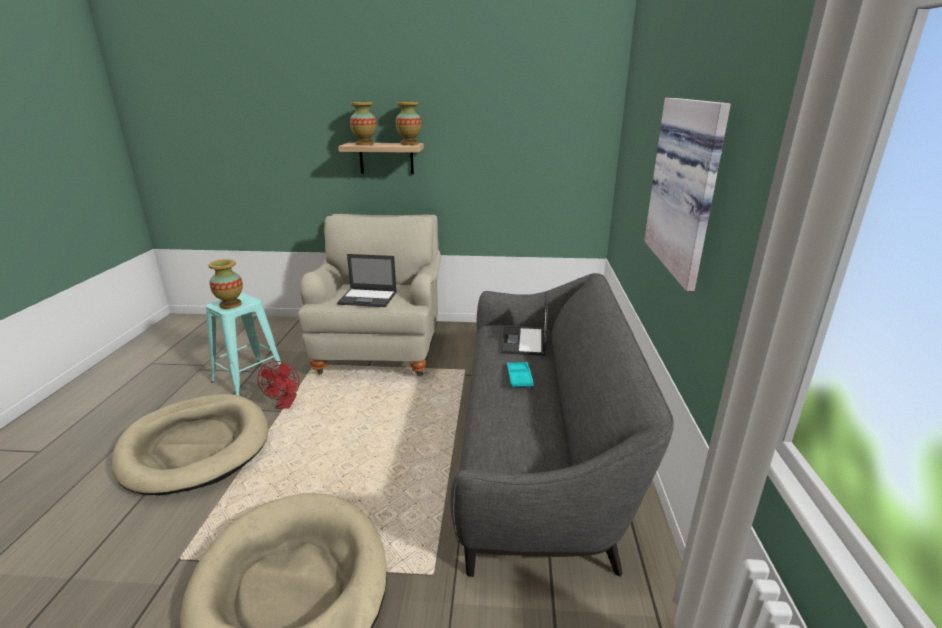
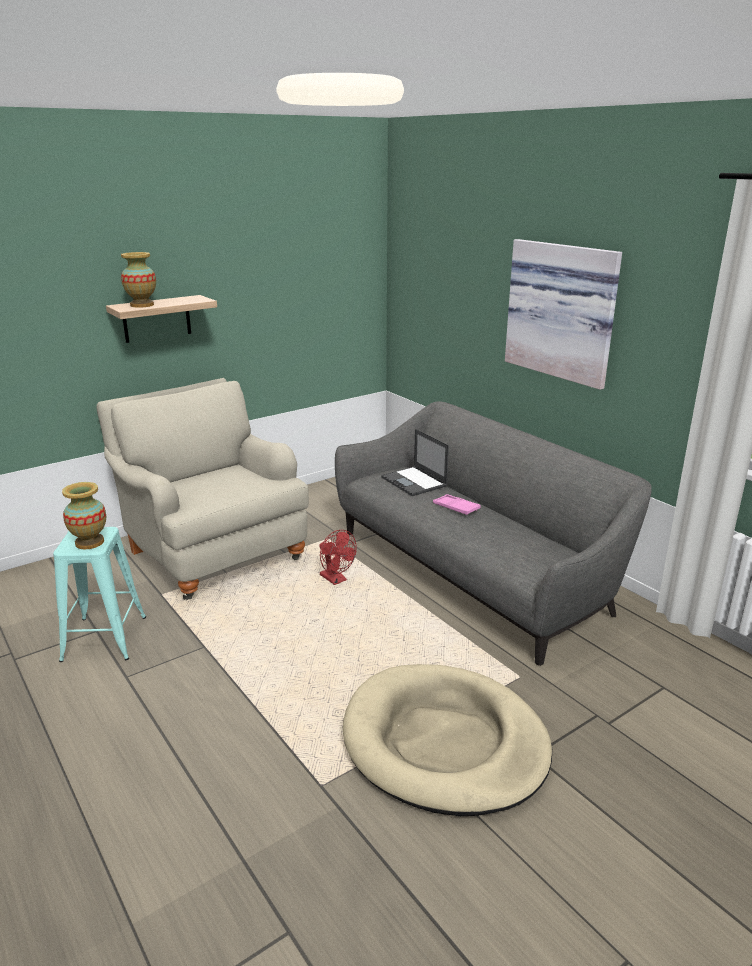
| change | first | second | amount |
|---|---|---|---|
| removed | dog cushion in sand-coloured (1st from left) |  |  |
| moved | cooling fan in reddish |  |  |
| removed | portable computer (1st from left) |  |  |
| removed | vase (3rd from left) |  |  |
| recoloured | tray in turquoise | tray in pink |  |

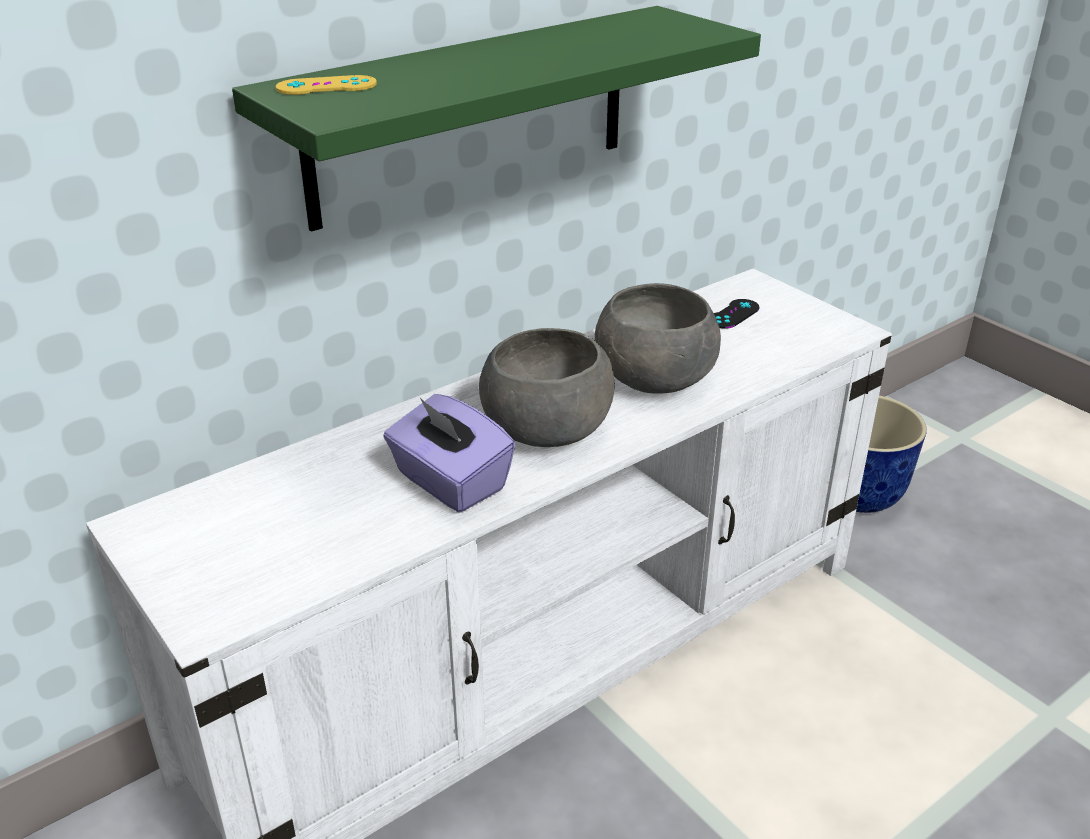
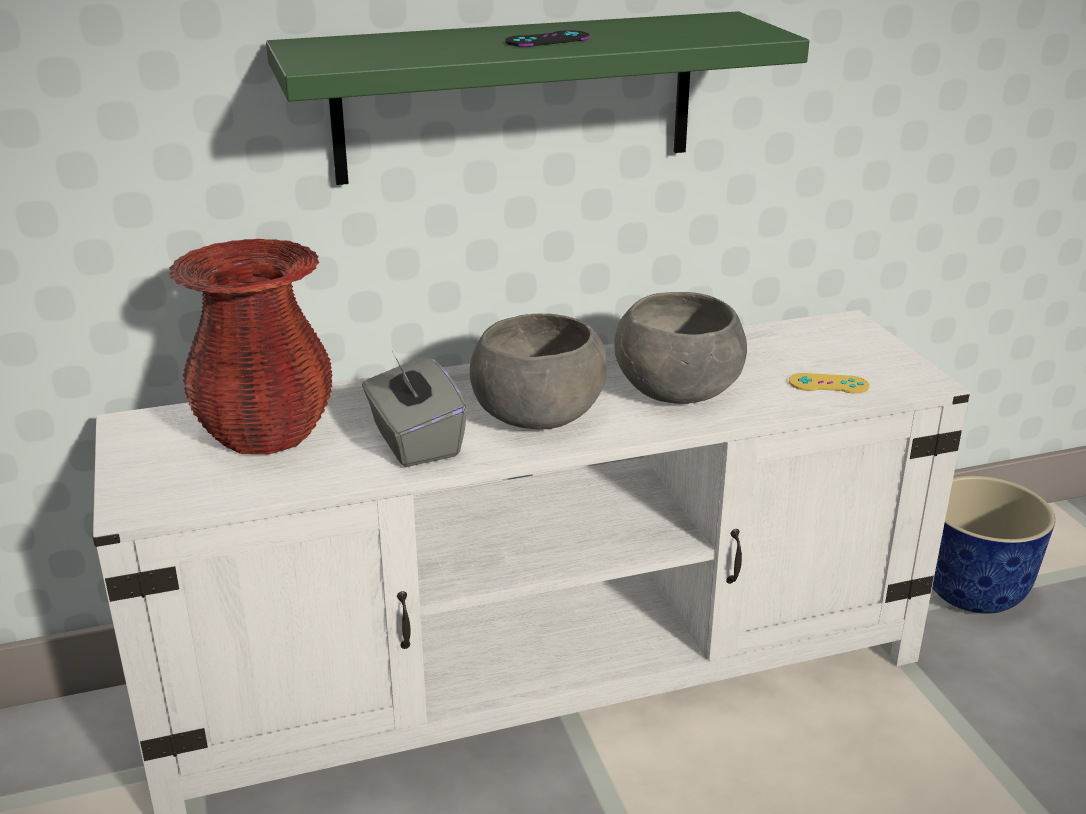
| change | first | second | amount |
|---|---|---|---|
| moved | gamepad in yellow-coloured |  |  |
| recoloured | box of tissues in purple-coloured | box of tissues in grey |  |
| moved | gamepad in blackish |  |  |
| added |  | vase in reddish |  |

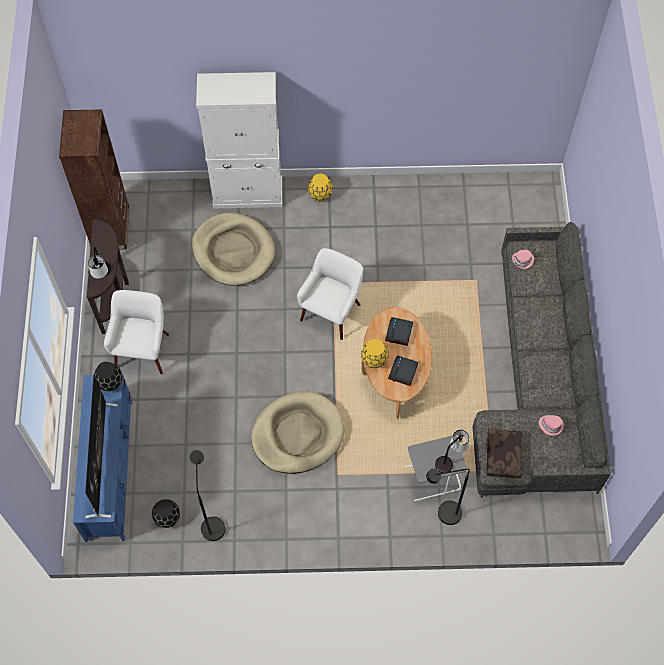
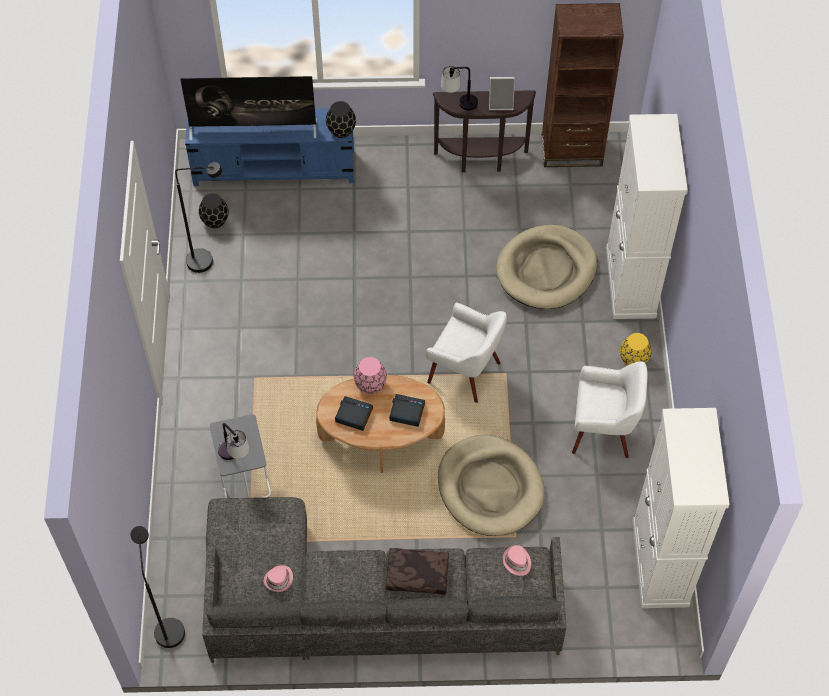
| change | first | second | amount |
|---|---|---|---|
| moved | easy chair in white-coloured (1st from left in the first image) | easy chair in white-coloured (2nd from left) |  |
| moved | dog cushion in sand-coloured (2nd from left in the first image) | dog cushion in sand-coloured (1st from left) |  |
| recoloured | vase in yellow-coloured (2nd from left) | vase in pink |  |
| moved | standing lamp in blackish (2nd from left in the first image) | standing lamp in blackish (1st from left) |  |
| moved | throw pillow in brown |  |  |
| added |  | photo frame |  |
| added |  | storage cabinet in white-coloured (2nd from left) |  |

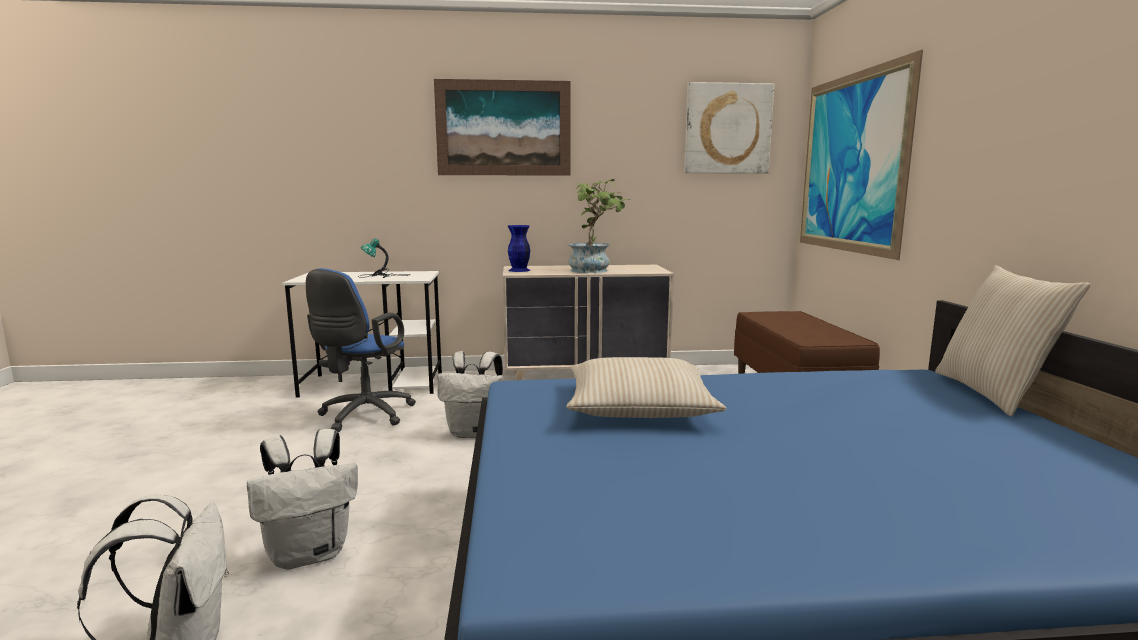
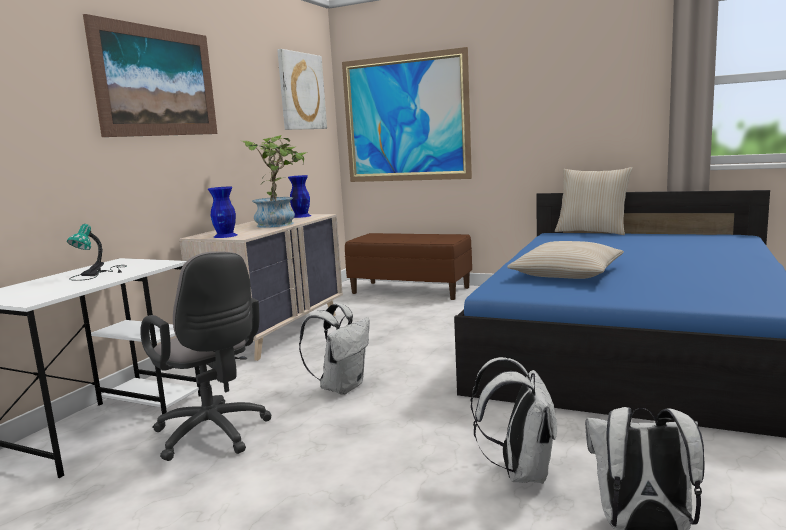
| change | first | second | amount |
|---|---|---|---|
| recoloured | office chair in blue | office chair in grey |  |
| added |  | vase in blue (2nd from left) |  |

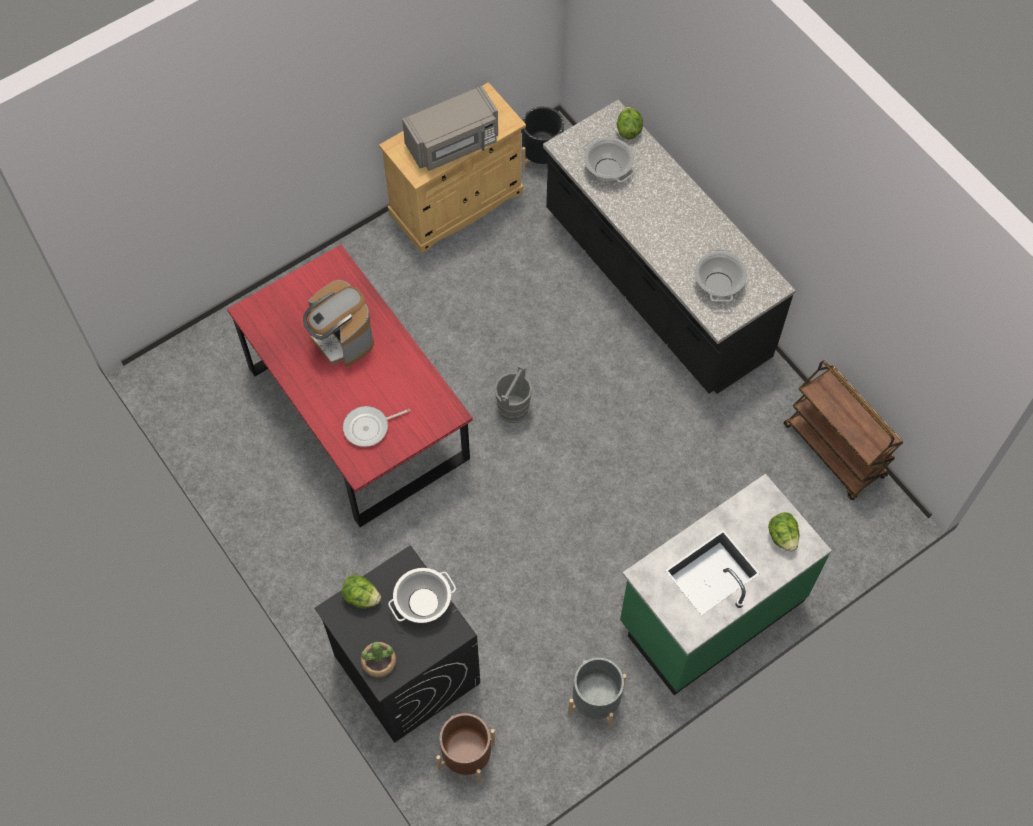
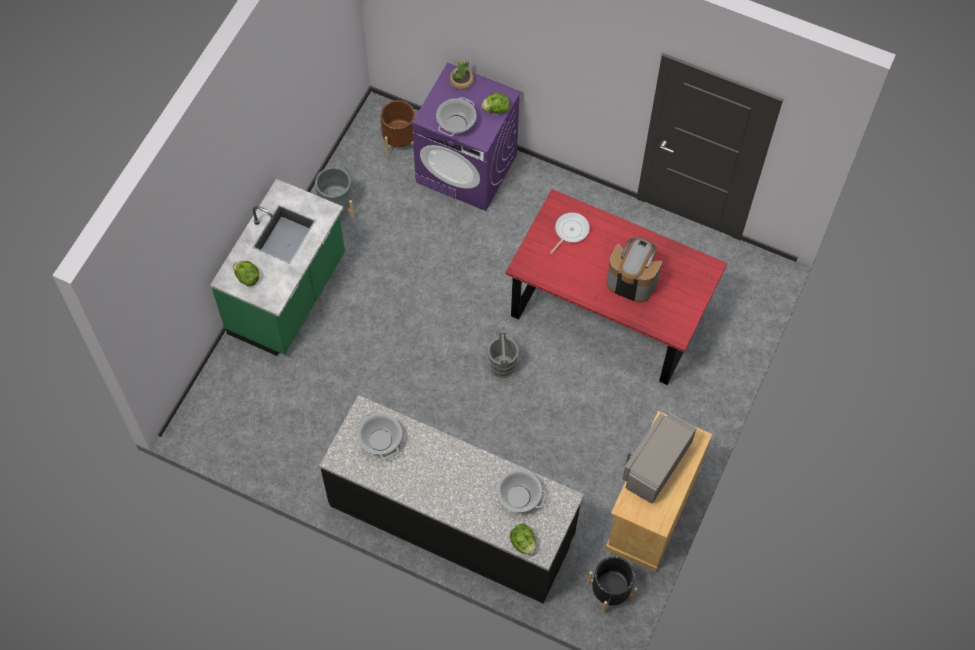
| change | first | second | amount |
|---|---|---|---|
| recoloured | laundry machine in blackish | laundry machine in purple-coloured |  |
| removed | trolley in brown |  |  |

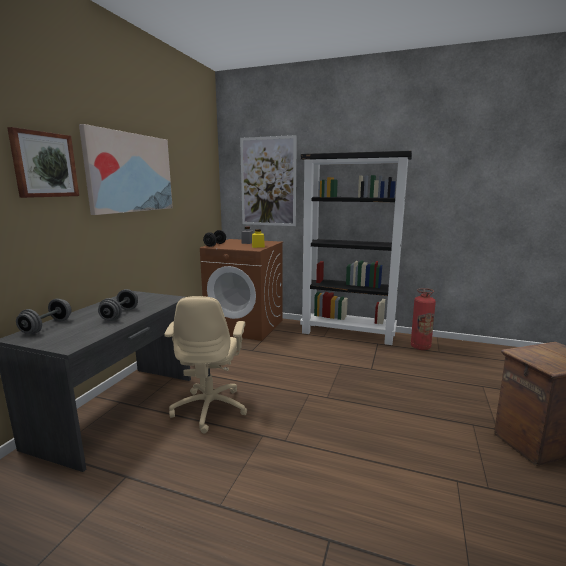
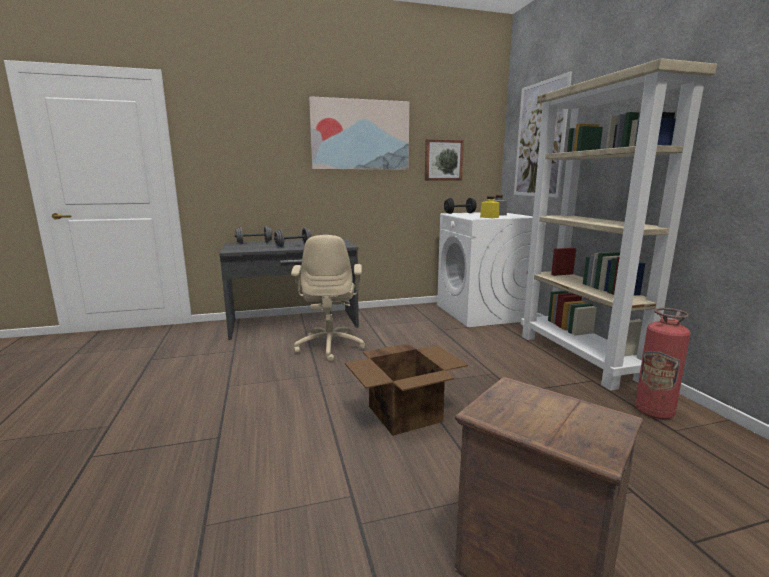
| change | first | second | amount |
|---|---|---|---|
| moved | wall picture (1st from left in the first image) | wall picture (2nd from left) |  |
| turned | office chair in sand-coloured |  | 60 degrees counterclockwise |
| recoloured | laundry machine in brown | laundry machine in white-coloured |  |
| recoloured | shelving unit in blackish | shelving unit in sand-coloured |  |
| added |  | cardboard box |  |

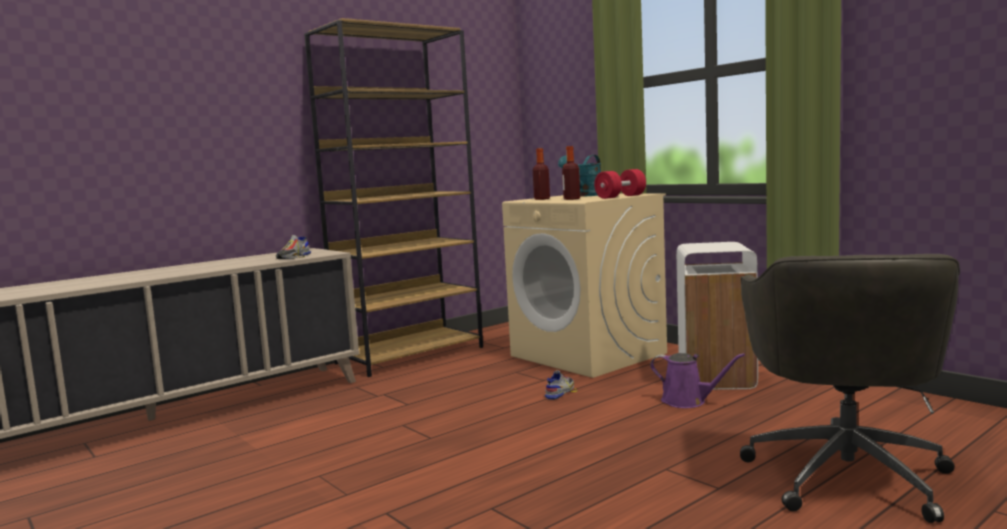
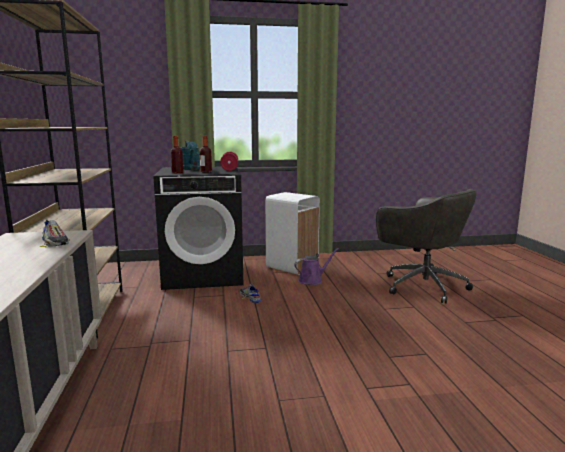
| change | first | second | amount |
|---|---|---|---|
| recoloured | laundry machine in sand-coloured | laundry machine in blackish |  |

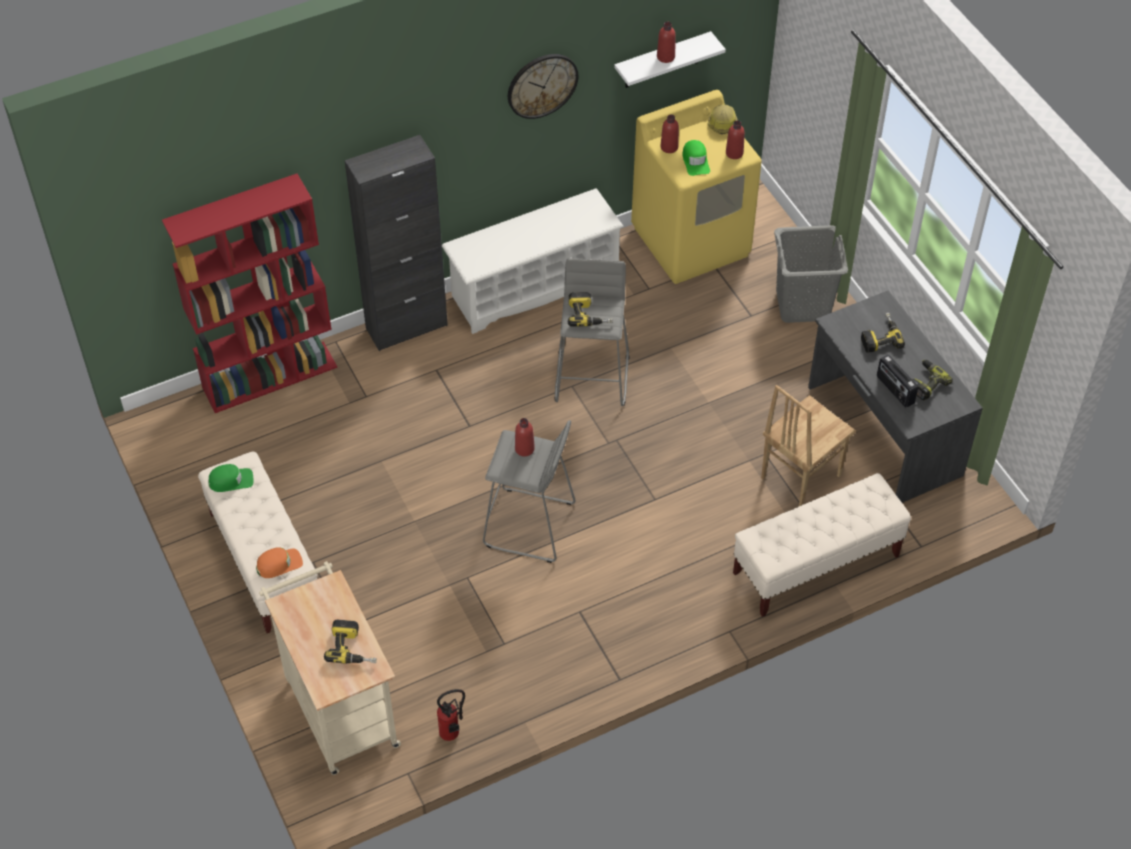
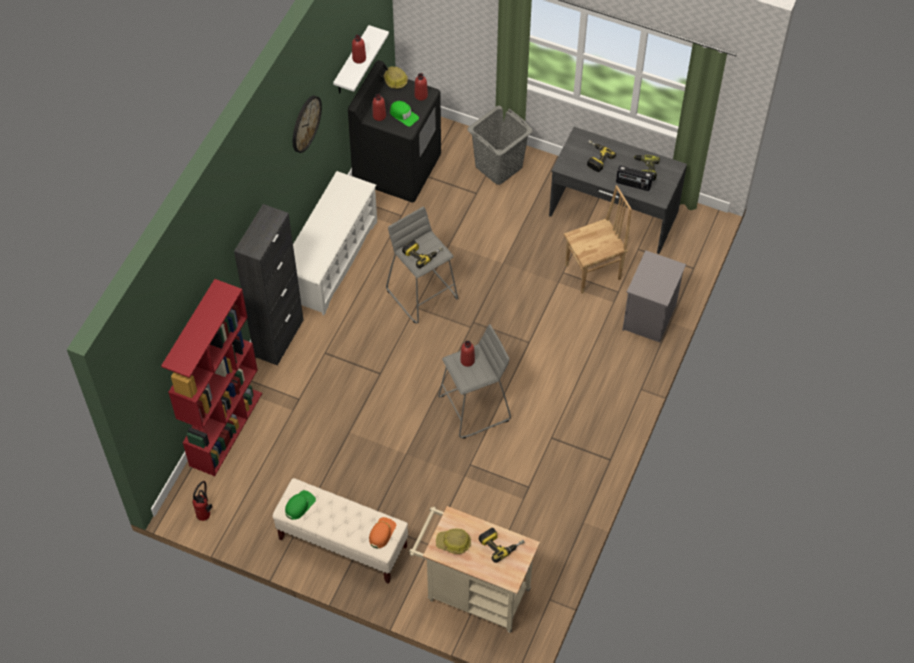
| change | first | second | amount |
|---|---|---|---|
| moved | fire-fighting cylinder |  |  |
| recoloured | laundry machine in yellow-coloured | laundry machine in blackish |  |
| replaced | long seat in sand-coloured (2nd from left) | bedside table in grey |  |
| turned | plain chair in brown |  | 120 degrees counterclockwise |
| added |  | safety helmet (2nd from left) |  |

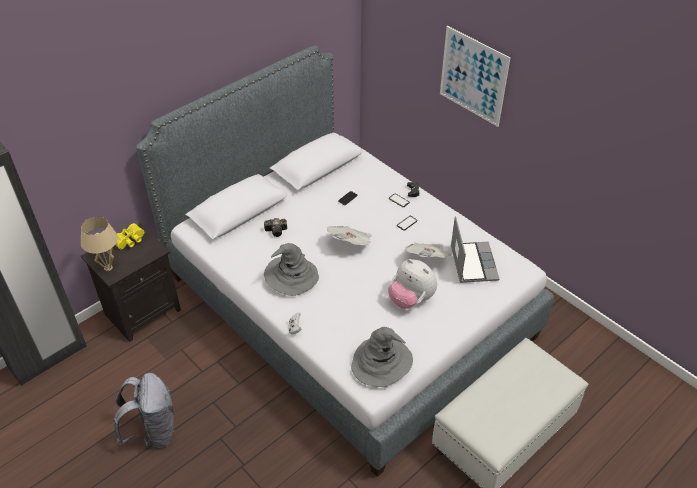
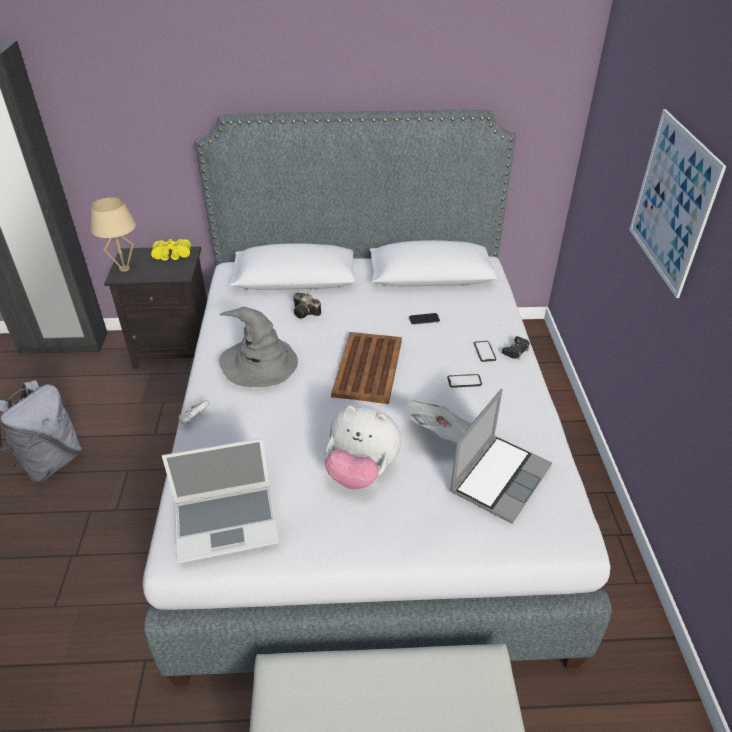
| change | first | second | amount |
|---|---|---|---|
| replaced | printed paper (1st from left) | tray in brown |  |
| replaced | hat in grey (2nd from left) | portable computer (1st from left) |  |
| turned | plush toy |  | 60 degrees counterclockwise |

